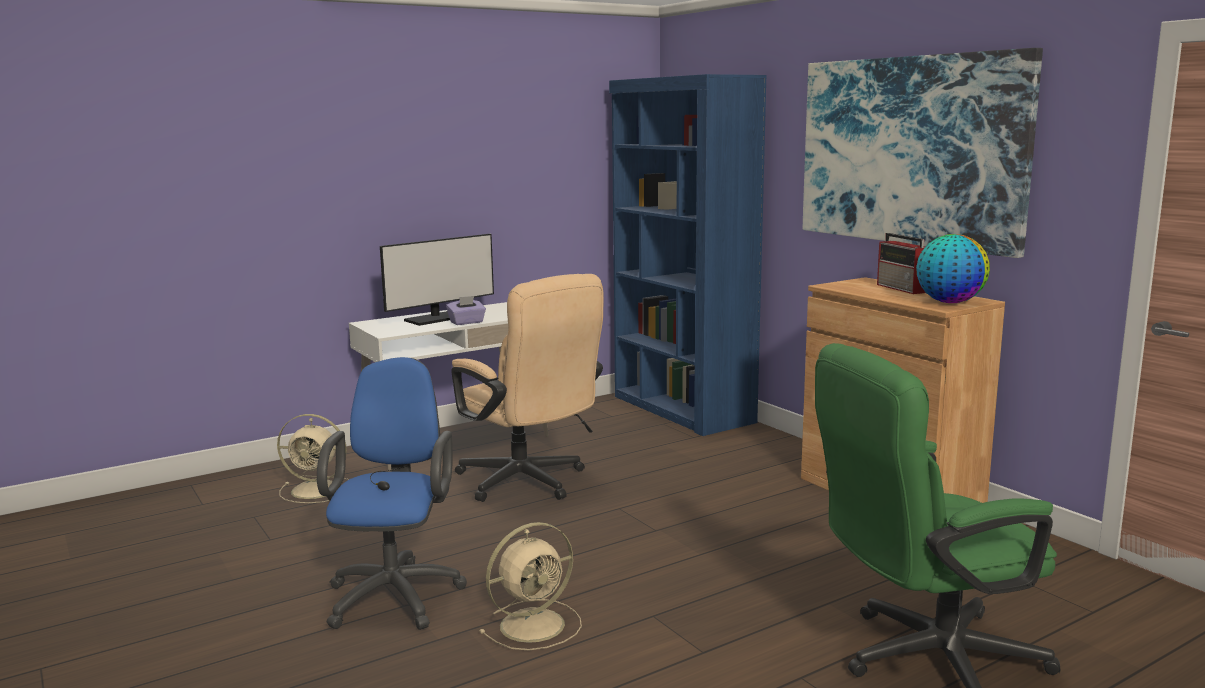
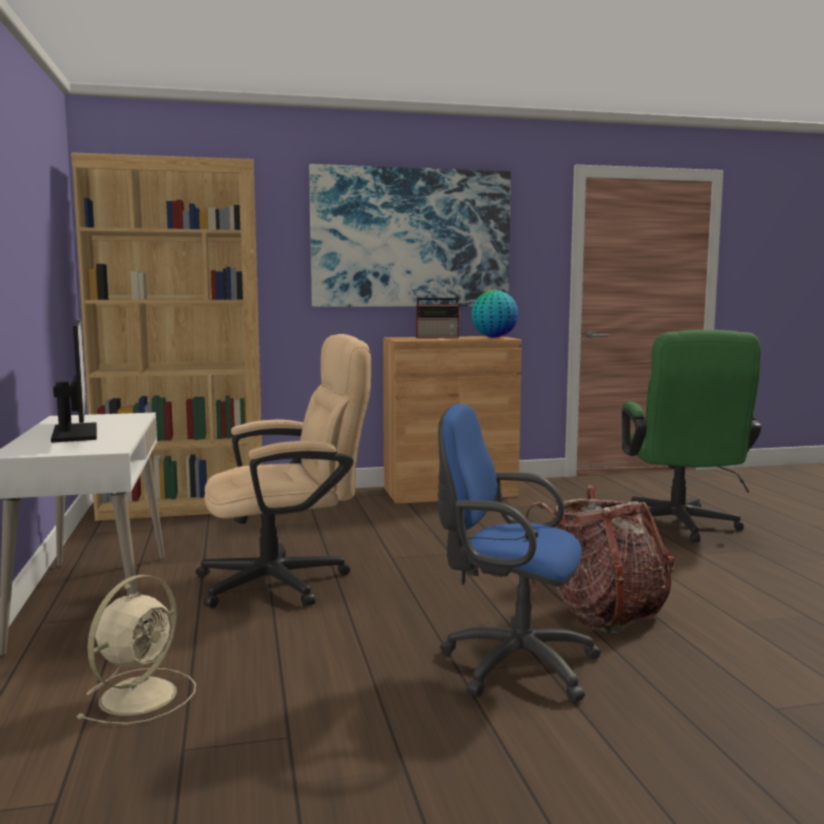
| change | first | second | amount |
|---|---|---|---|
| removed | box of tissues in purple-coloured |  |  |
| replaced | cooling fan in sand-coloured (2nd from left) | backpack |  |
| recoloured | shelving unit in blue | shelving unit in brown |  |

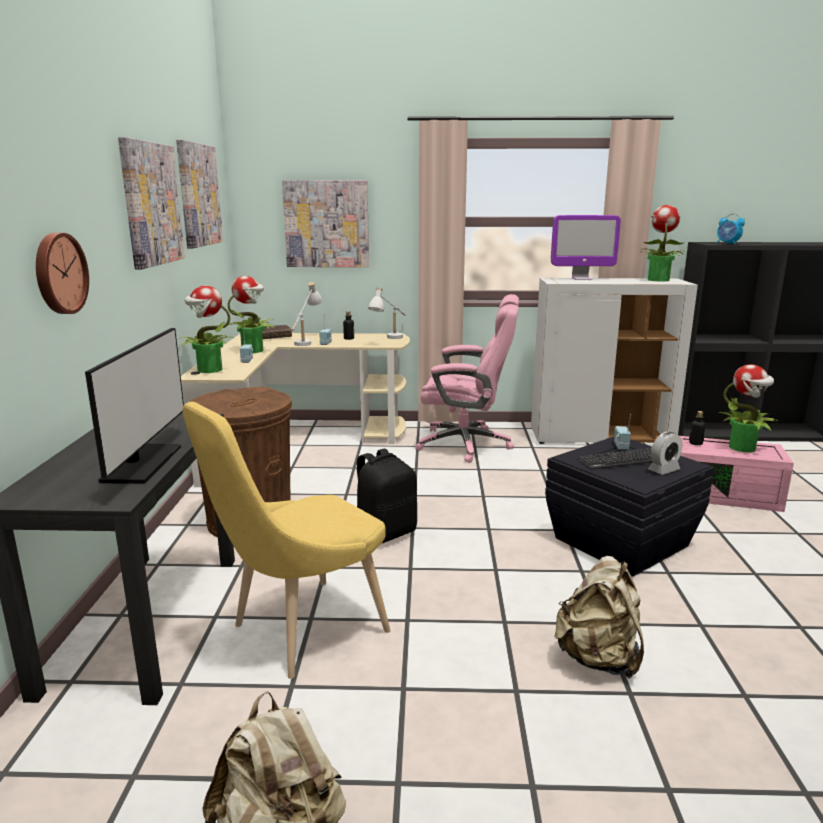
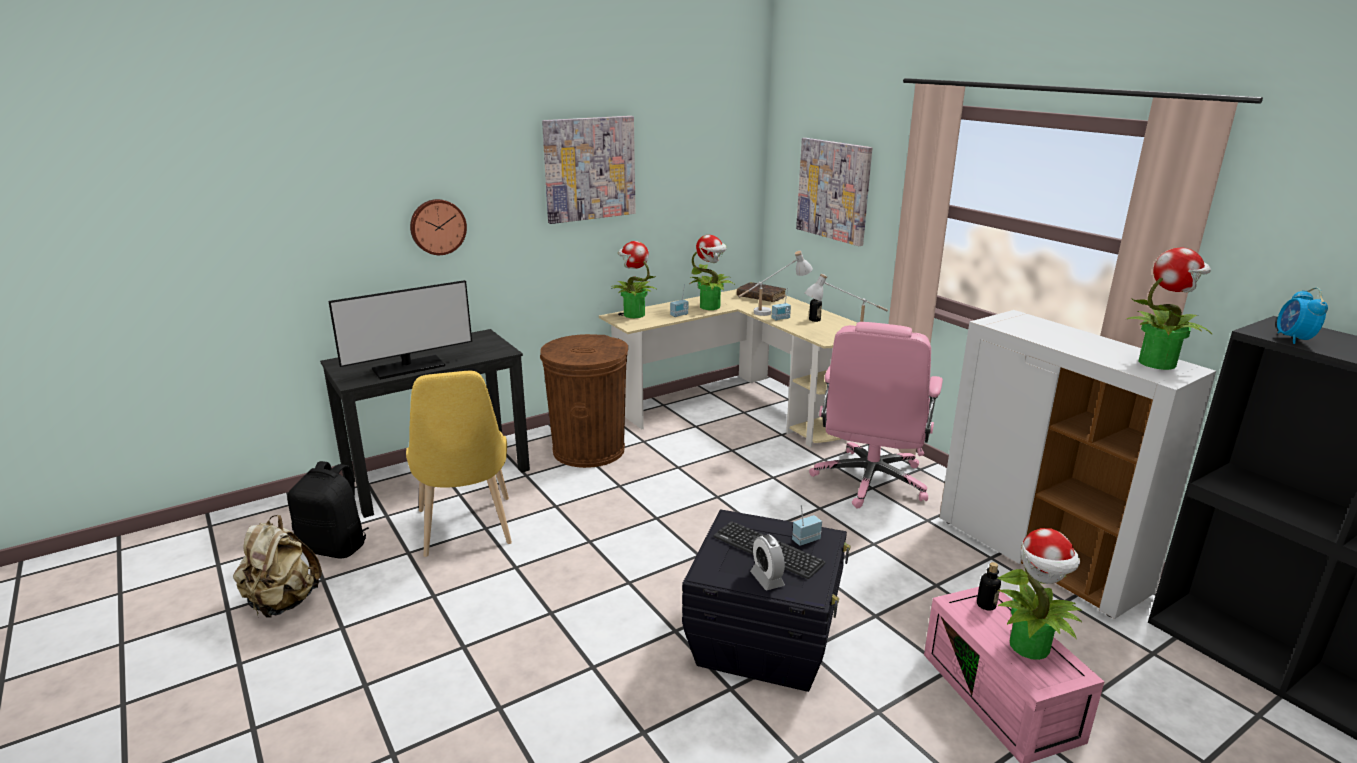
| change | first | second | amount |
|---|---|---|---|
| removed | wall picture (2nd from left) |  |  |
| turned | plain chair in yellow-coloured |  | 120 degrees counterclockwise |
| moved | backpack in blackish |  |  |
| turned | office chair in pink |  | 45 degrees clockwise |
| removed | computer display (2nd from left) |  |  |
| removed | backpack in sand-coloured (2nd from left) |  |  |
| turned | bedside clock (1st from left) |  | 45 degrees clockwise |

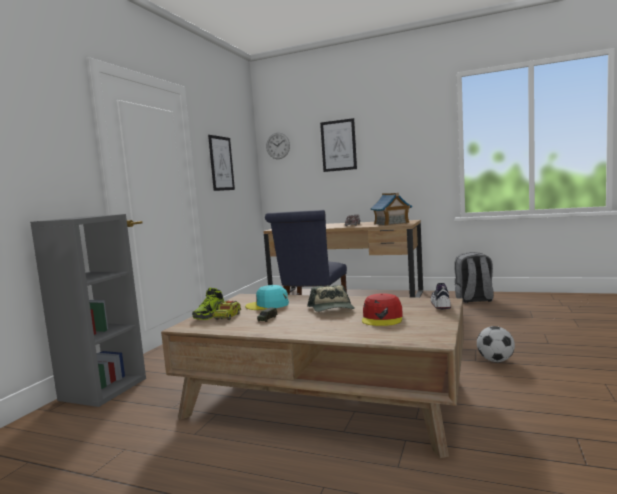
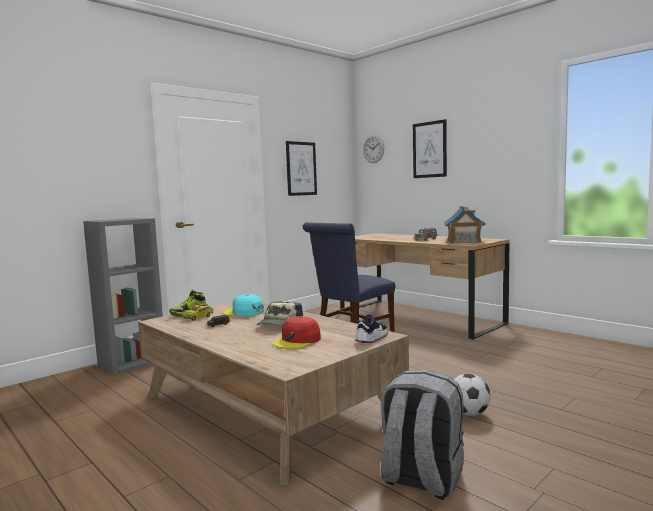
| change | first | second | amount |
|---|---|---|---|
| moved | backpack in grey |  |  |

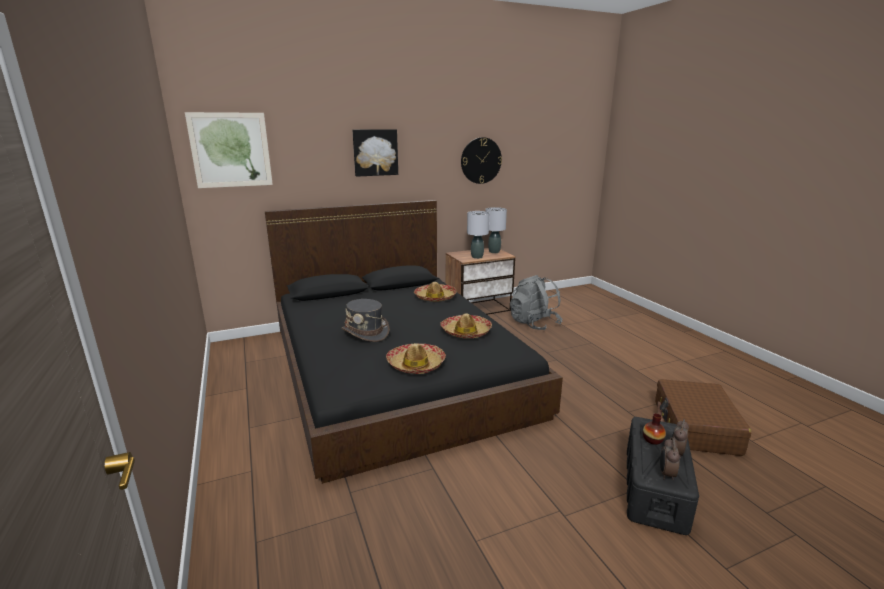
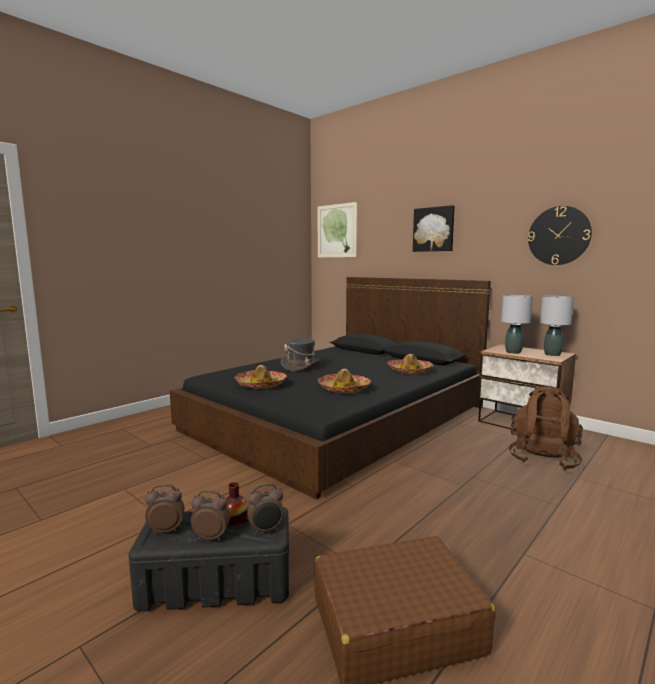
| change | first | second | amount |
|---|---|---|---|
| recoloured | backpack in grey | backpack in brown |  |
| added |  | bedside clock (3rd from left) |  |

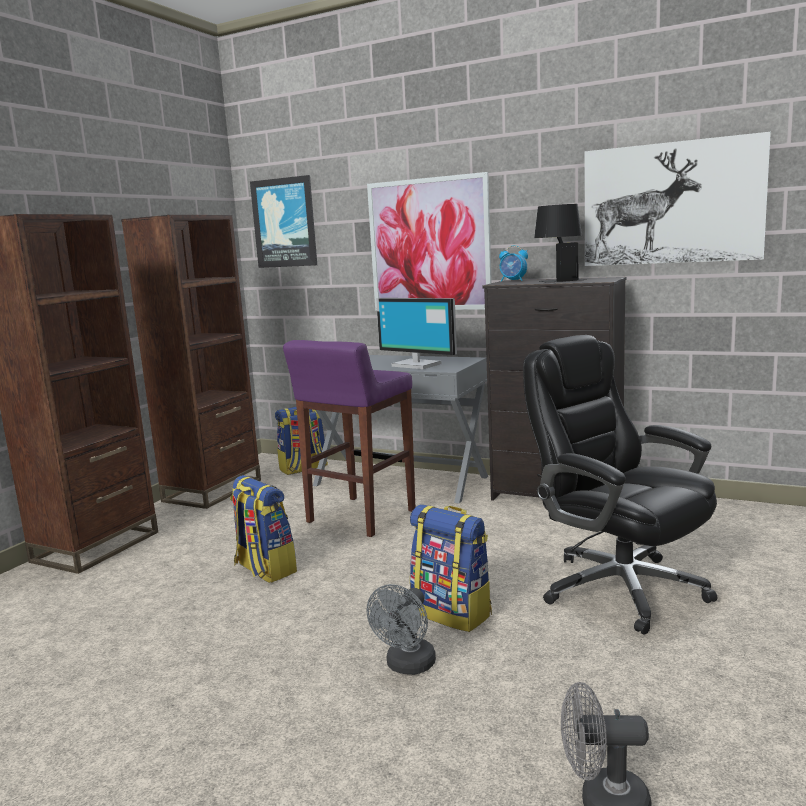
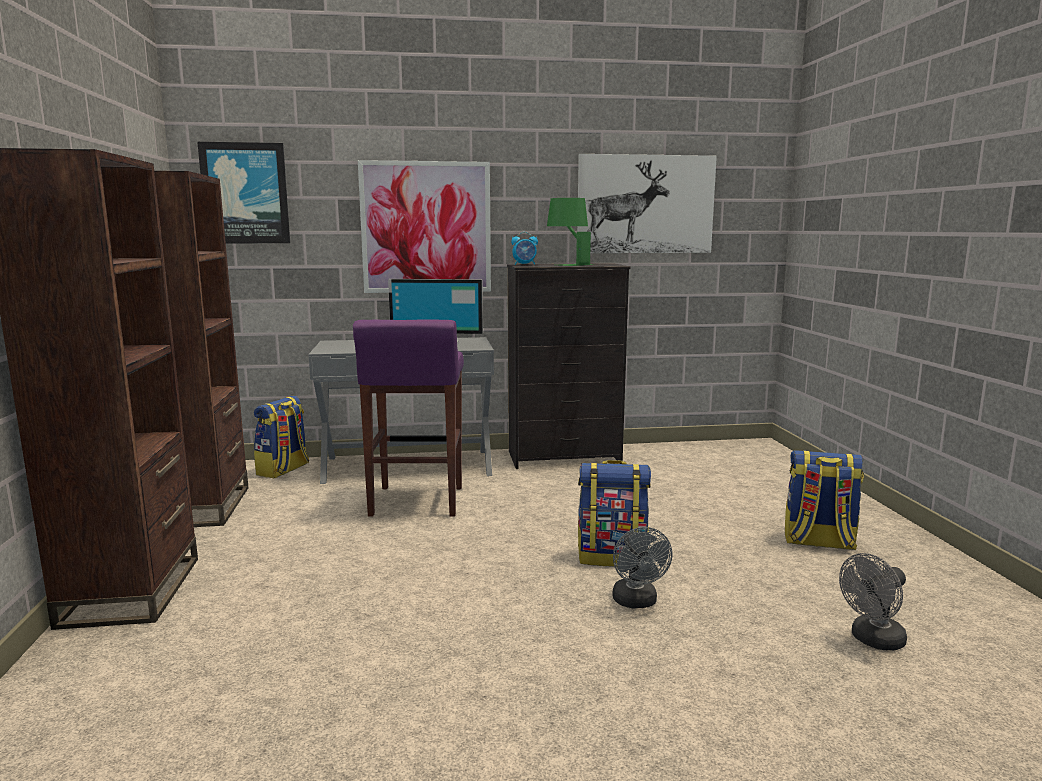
| change | first | second | amount |
|---|---|---|---|
| moved | backpack (1st from left in the first image) | backpack (3rd from left) |  |
| removed | office chair in blackish |  |  |
| recoloured | table lamp in blackish | table lamp in greenish |  |

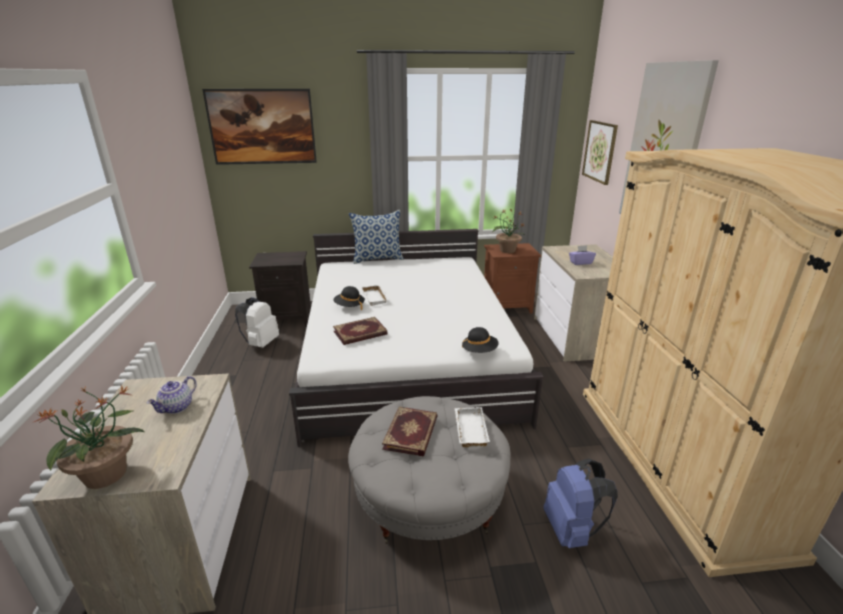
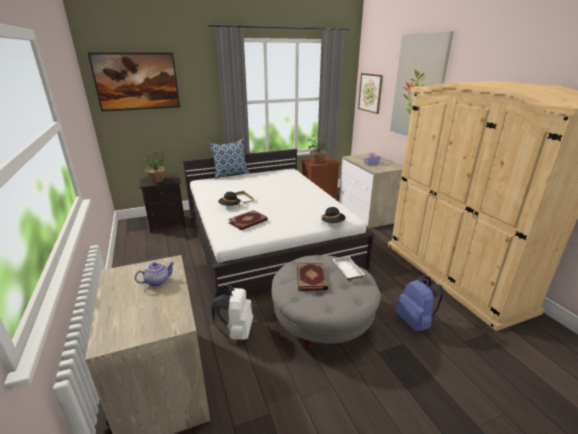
| change | first | second | amount |
|---|---|---|---|
| moved | potted plant (1st from left) |  |  |
| turned | pot for tea |  | 135 degrees counterclockwise |
| moved | backpack in white-coloured |  |  |

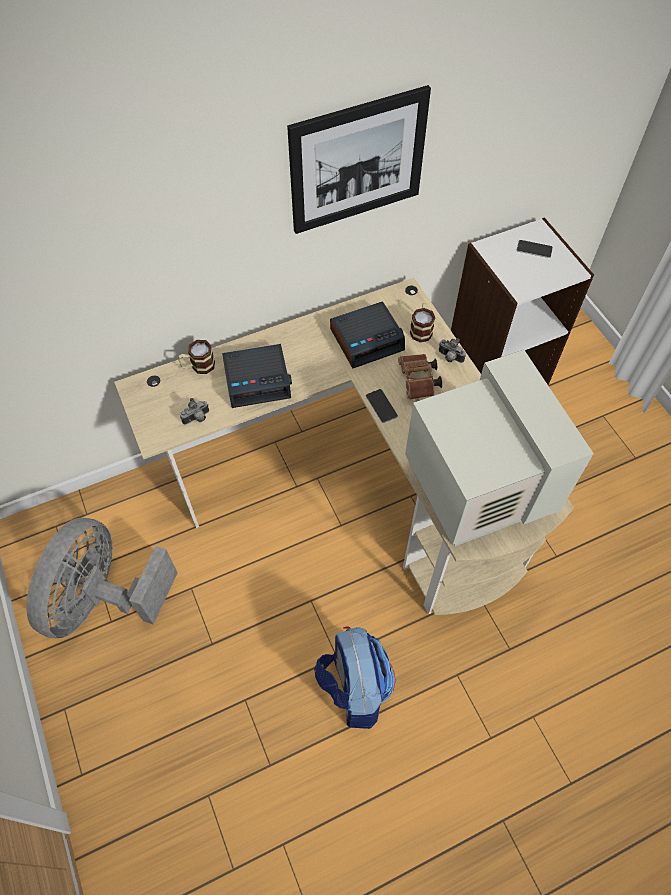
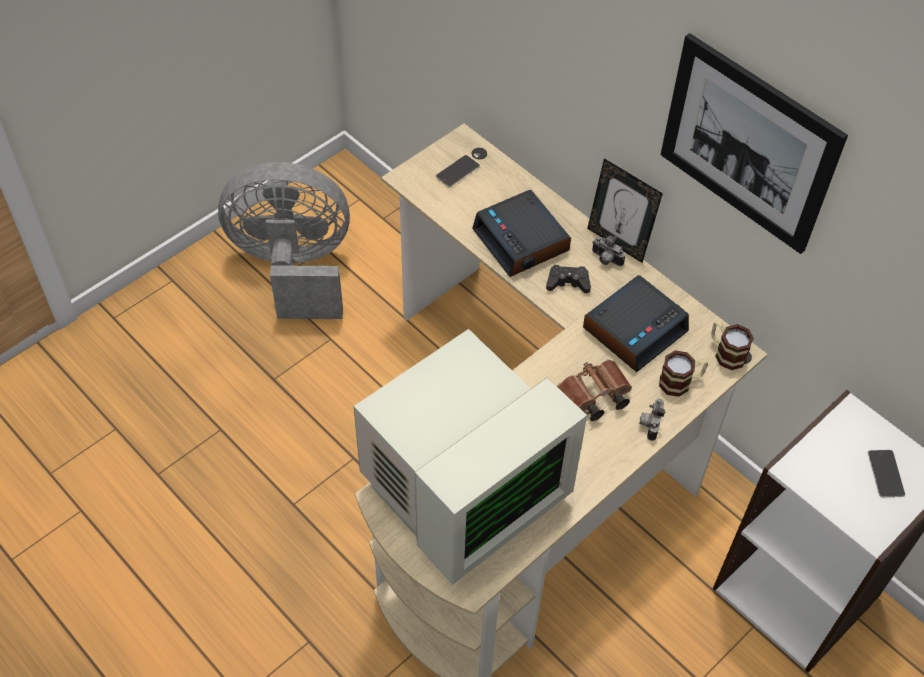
| change | first | second | amount |
|---|---|---|---|
| moved | mug (1st from left in the first image) | mug (2nd from left) |  |
| moved | still camera (1st from left) |  |  |
| removed | backpack |  |  |
| turned | bedside clock (2nd from left) |  | 90 degrees counterclockwise |
| moved | handset (1st from left) |  |  |
| added |  | gamepad in blackish |  |
| added |  | photo frame |  |

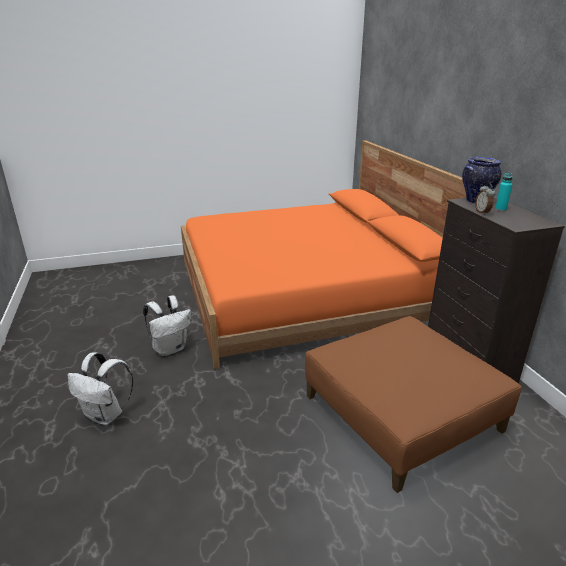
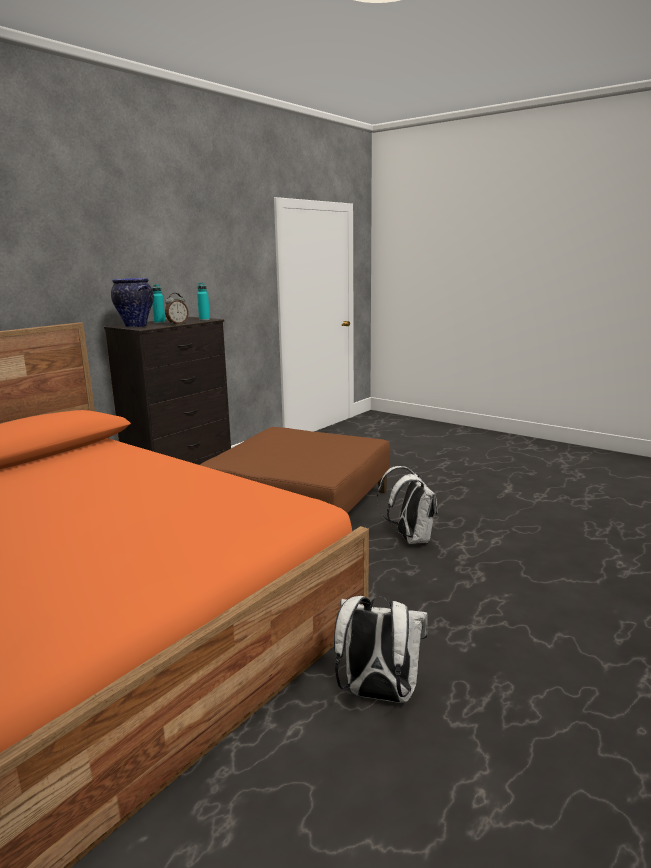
| change | first | second | amount |
|---|---|---|---|
| moved | backpack in white-coloured (1st from left in the first image) | backpack in white-coloured (2nd from left) |  |
| added |  | bottle in turquoise (2nd from left) |  |

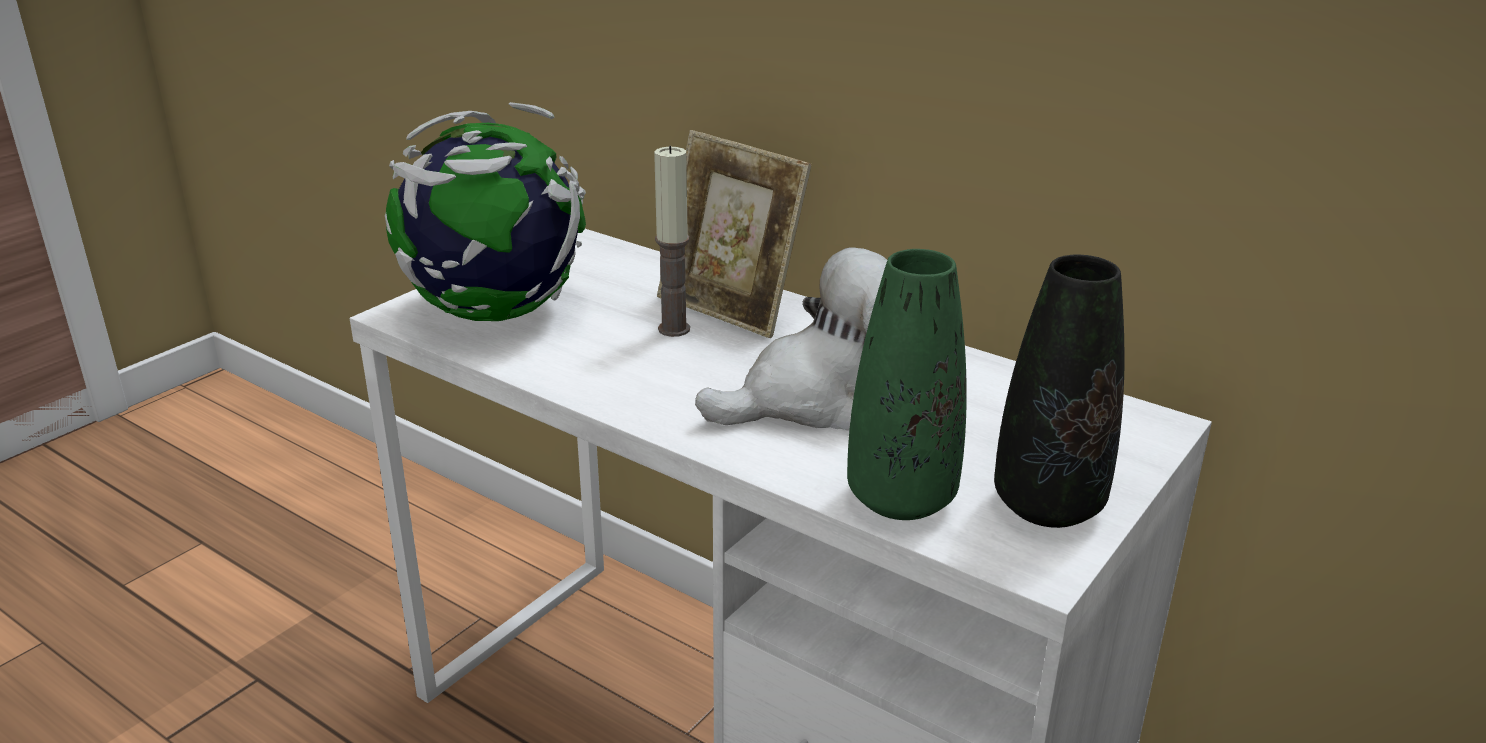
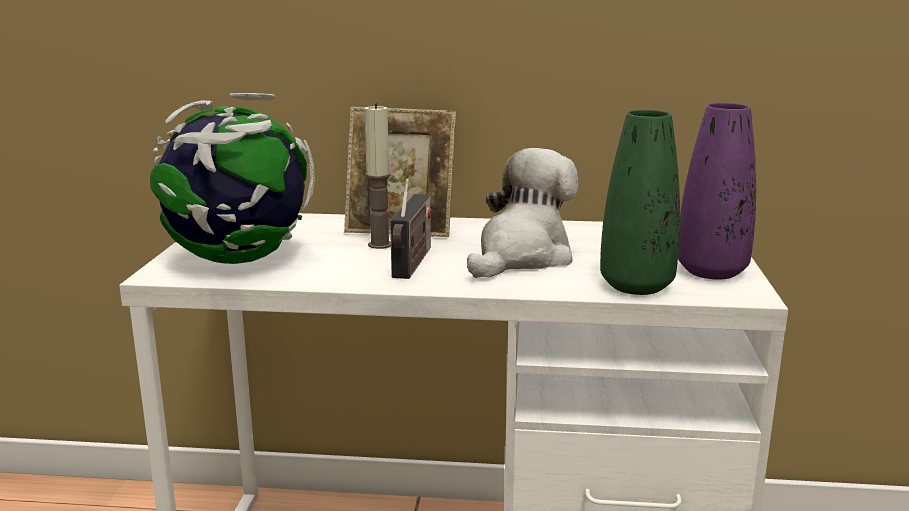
| change | first | second | amount |
|---|---|---|---|
| recoloured | vase in blackish | vase in purple-coloured |  |
| added |  | radio |  |

